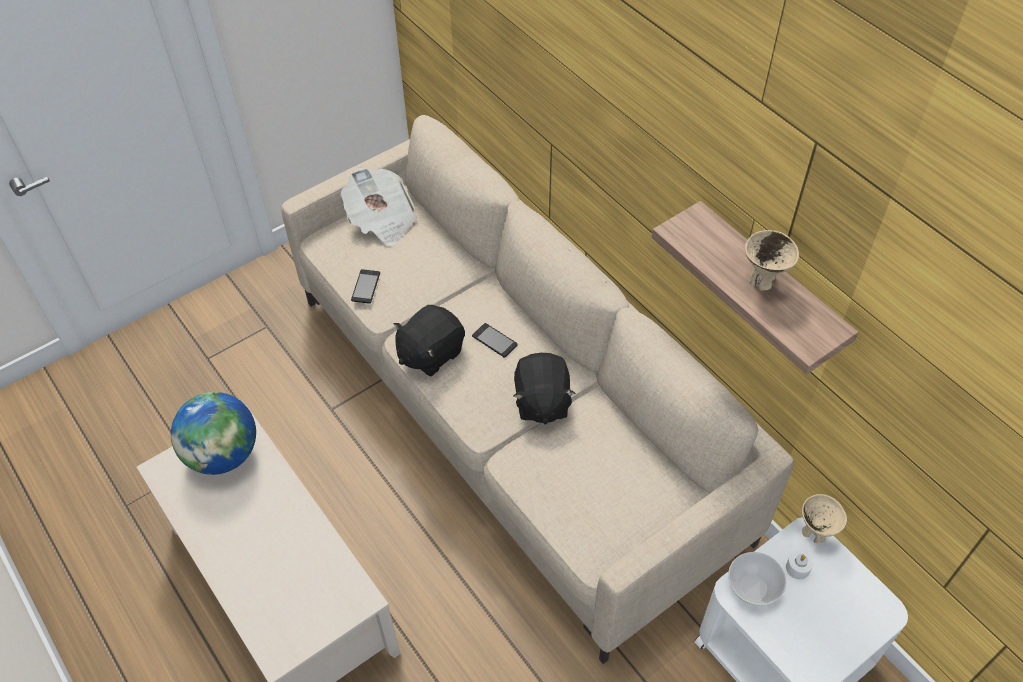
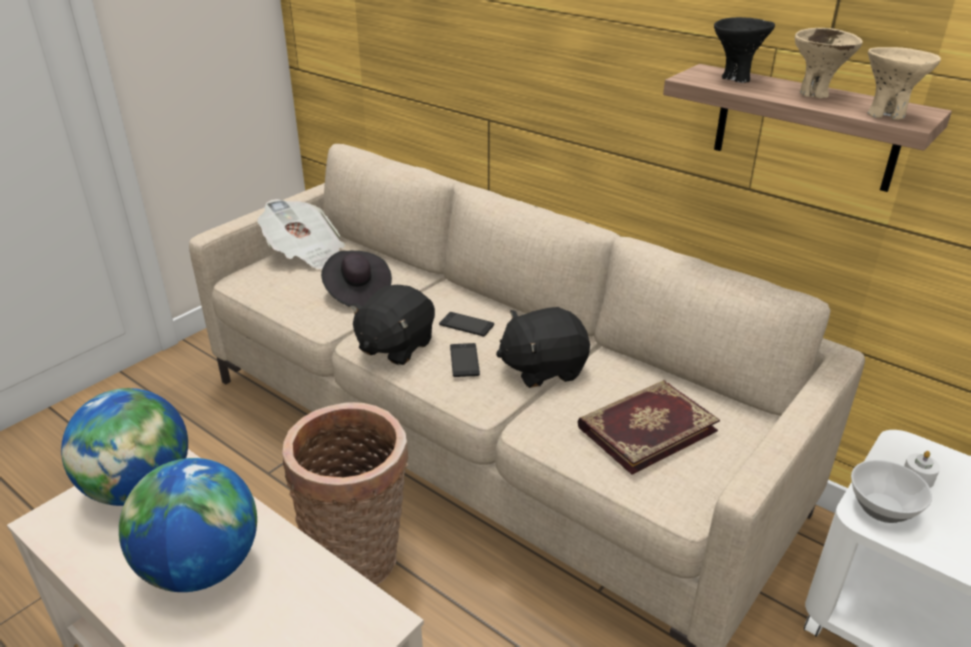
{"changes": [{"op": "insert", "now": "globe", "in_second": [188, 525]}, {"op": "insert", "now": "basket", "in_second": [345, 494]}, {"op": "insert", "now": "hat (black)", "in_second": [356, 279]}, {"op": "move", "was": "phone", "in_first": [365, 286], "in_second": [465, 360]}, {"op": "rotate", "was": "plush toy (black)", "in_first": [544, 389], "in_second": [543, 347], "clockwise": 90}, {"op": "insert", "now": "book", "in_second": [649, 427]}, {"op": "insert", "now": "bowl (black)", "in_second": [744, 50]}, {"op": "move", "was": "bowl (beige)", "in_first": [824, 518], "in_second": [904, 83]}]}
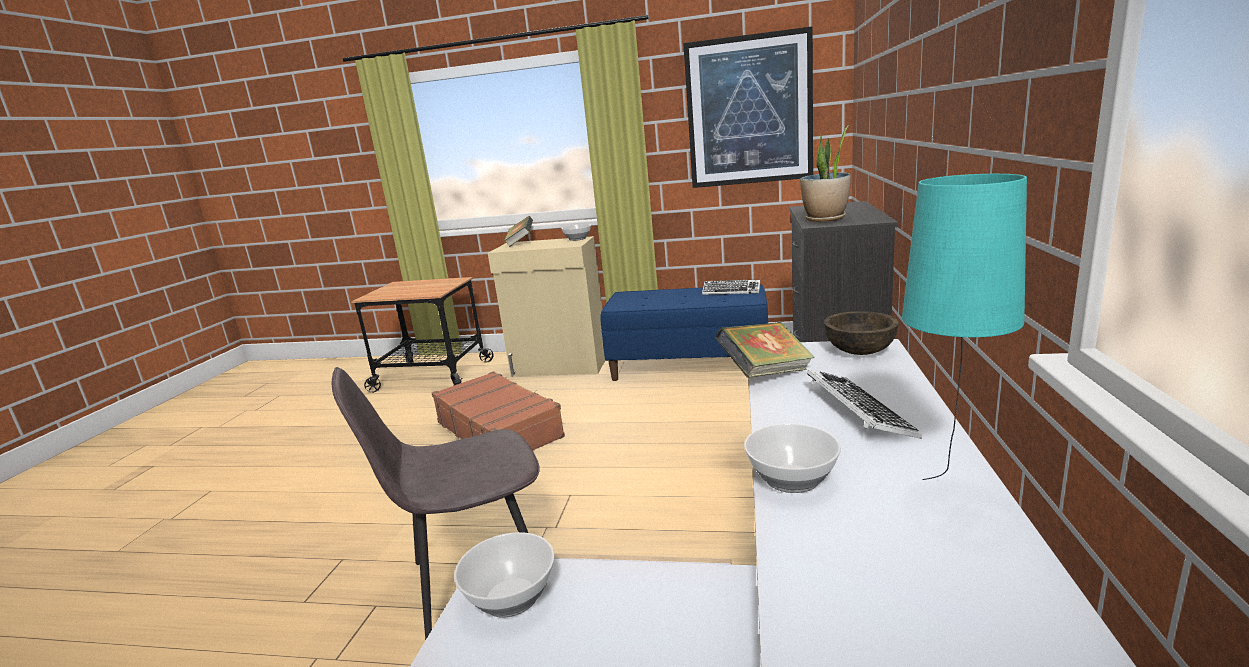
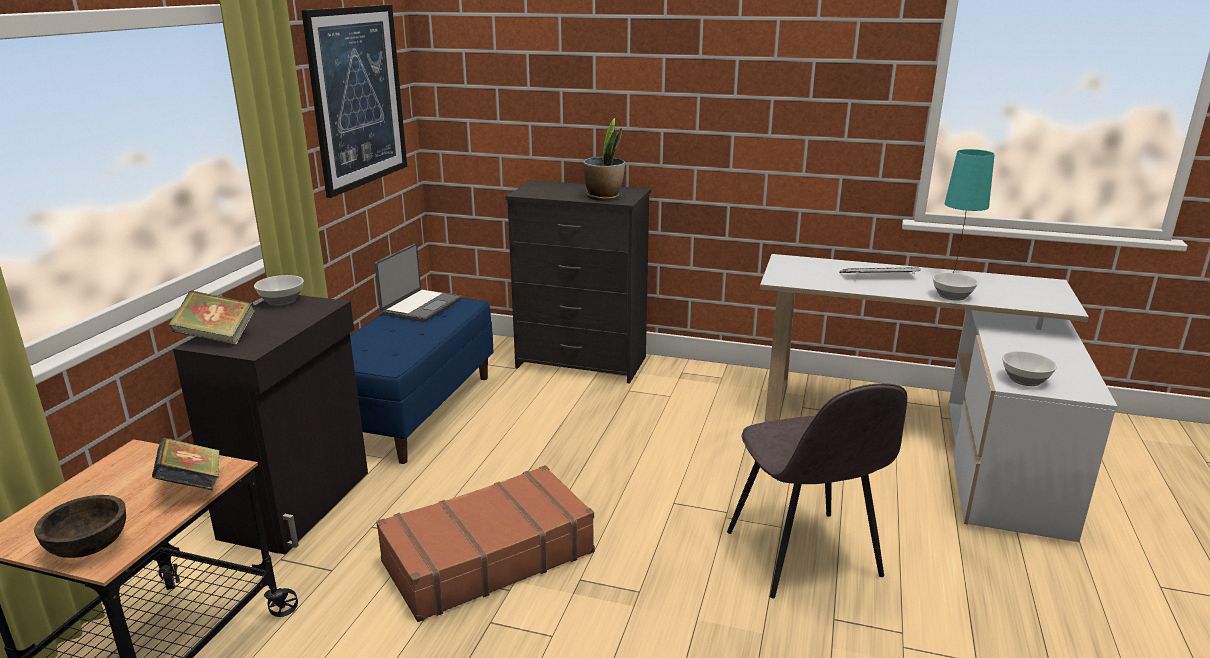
{"changes": [{"op": "move", "was": "bowl (brown)", "in_first": [861, 333], "in_second": [80, 526]}, {"op": "move", "was": "book", "in_first": [765, 350], "in_second": [185, 464]}, {"op": "recolor", "was": "cabinet (beige)", "now": "cabinet (black)", "in_first": [546, 306], "in_second": [270, 424]}, {"op": "replace", "was": "keyboard", "now": "laptop", "in_first": [731, 287], "in_second": [418, 283]}]}
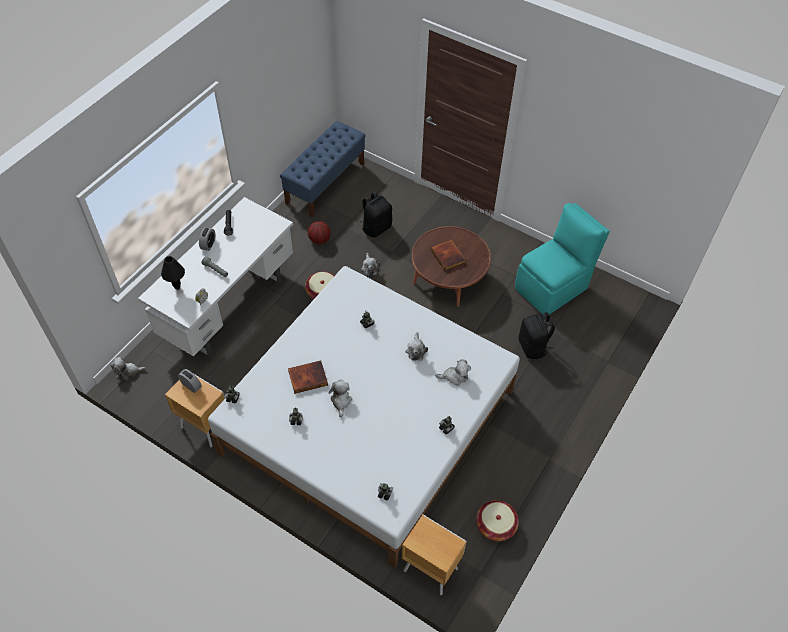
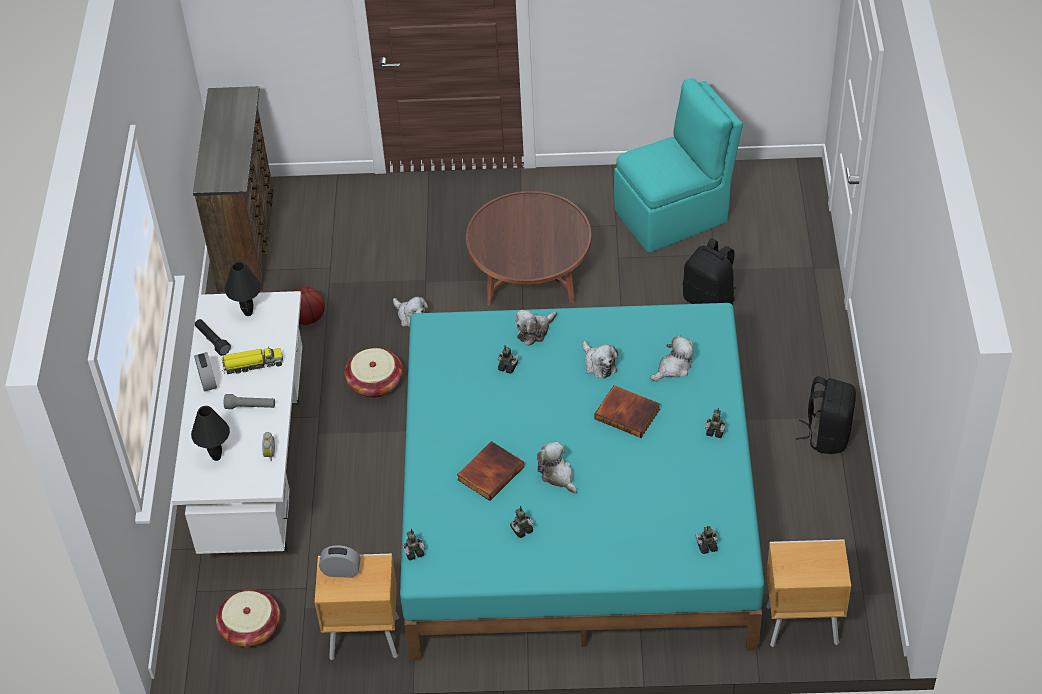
{"changes": [{"op": "replace", "was": "bench (blue)", "now": "dresser (brown)", "in_first": [323, 169], "in_second": [233, 189]}, {"op": "move", "was": "basket", "in_first": [497, 520], "in_second": [248, 618]}, {"op": "insert", "now": "toy truck", "in_second": [252, 360]}, {"op": "insert", "now": "table lamp (black)", "in_second": [243, 288]}, {"op": "recolor", "was": "bed (white)", "now": "bed (turquoise)", "in_first": [364, 417], "in_second": [582, 482]}, {"op": "move", "was": "plush toy", "in_first": [128, 368], "in_second": [536, 328]}, {"op": "move", "was": "book", "in_first": [448, 255], "in_second": [627, 411]}, {"op": "rotate", "was": "chair (turquoise)", "in_first": [562, 259], "in_second": [678, 165], "clockwise": 45}, {"op": "move", "was": "backpack (black)", "in_first": [376, 214], "in_second": [826, 415]}]}
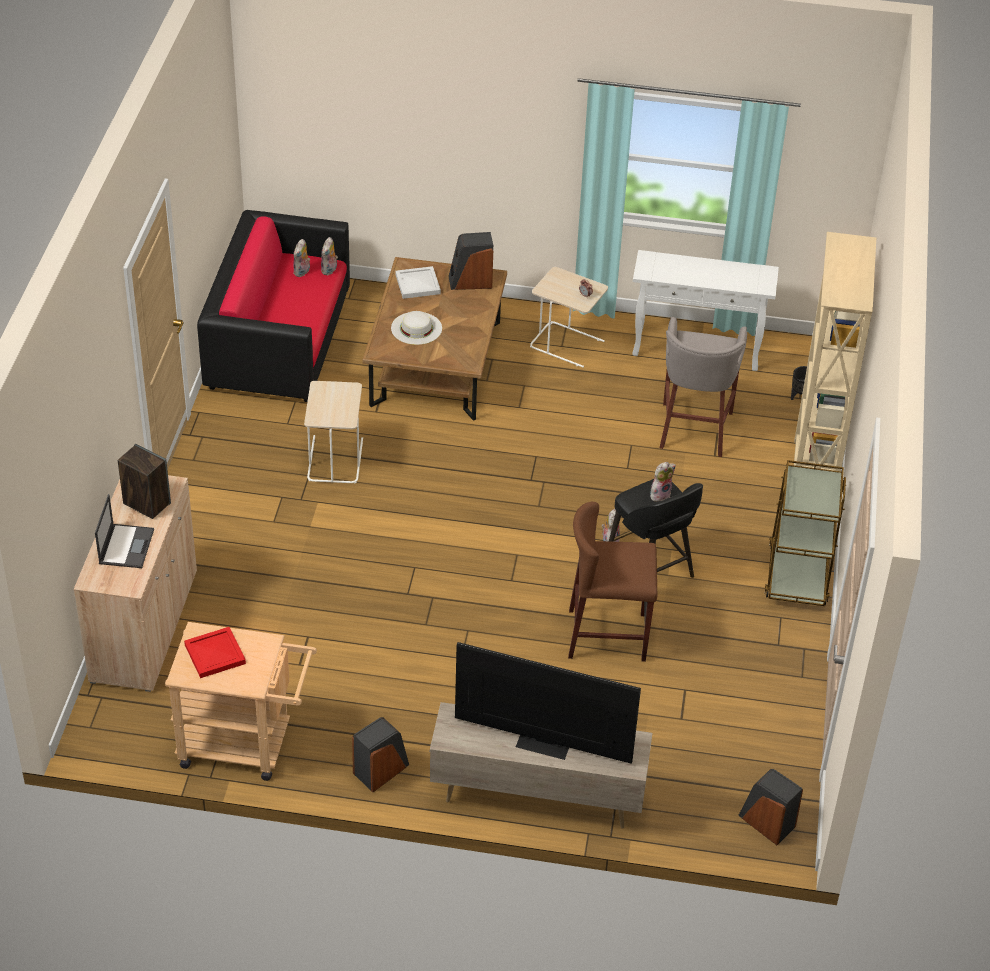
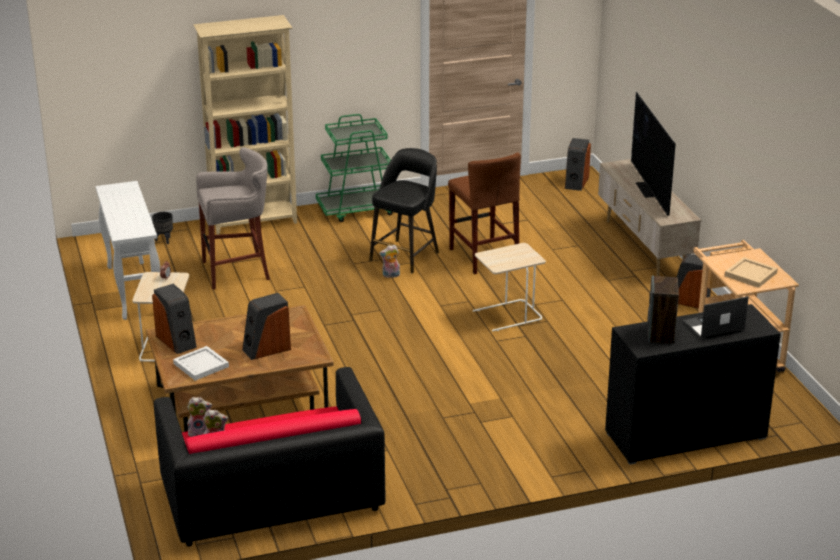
{"changes": [{"op": "replace", "was": "hat (white)", "now": "speaker", "in_first": [416, 328], "in_second": [266, 326]}, {"op": "recolor", "was": "cart (brown)", "now": "cart (green)", "in_first": [805, 533], "in_second": [354, 168]}, {"op": "move", "was": "side table (beige)", "in_first": [333, 432], "in_second": [509, 287]}, {"op": "recolor", "was": "cabinet (beige)", "now": "cabinet (black)", "in_first": [135, 583], "in_second": [693, 384]}, {"op": "recolor", "was": "tray (red)", "now": "tray (beige)", "in_first": [215, 652], "in_second": [751, 272]}, {"op": "delete", "was": "plush toy", "in_first": [663, 481]}]}
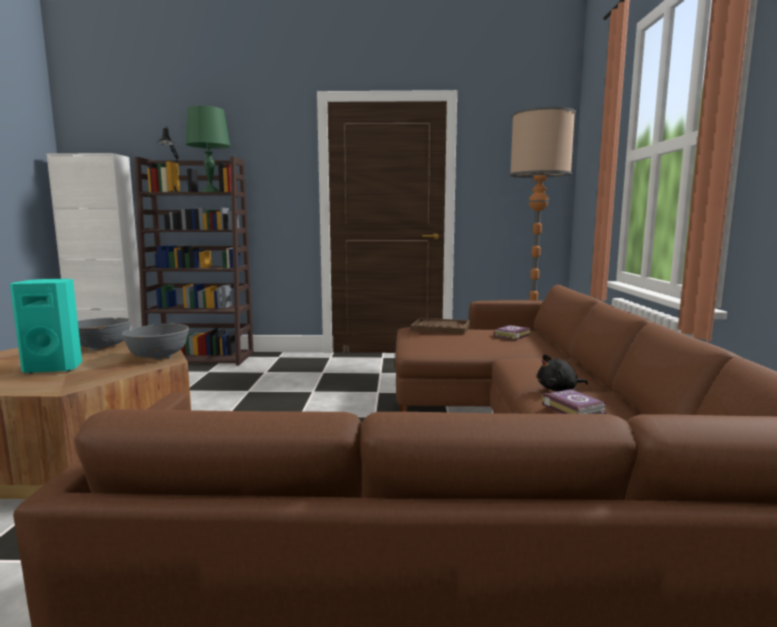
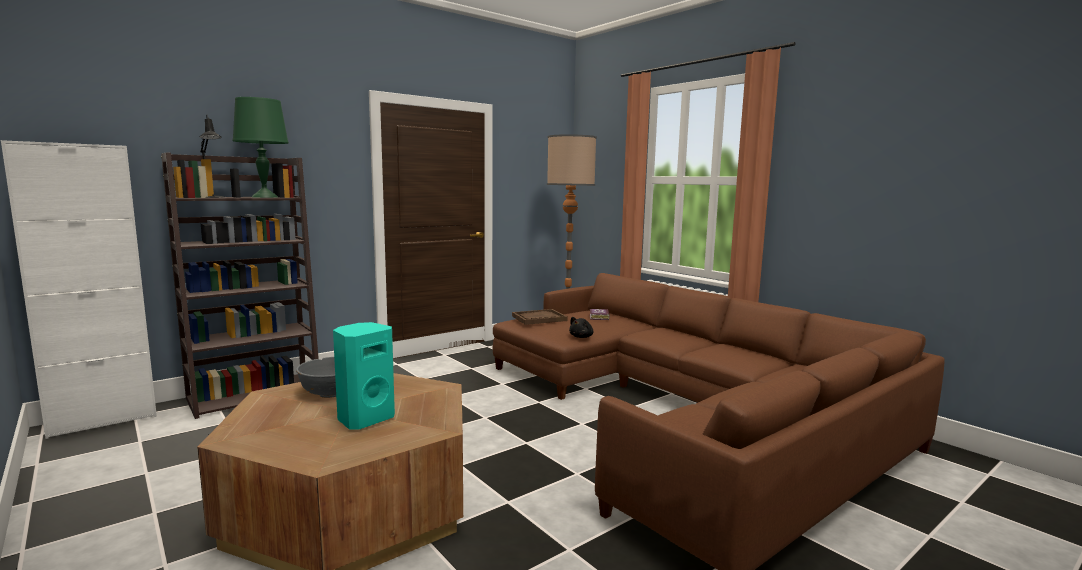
{"changes": [{"op": "move", "was": "plush toy (black)", "in_first": [562, 372], "in_second": [581, 327]}, {"op": "delete", "was": "bowl (grey)", "in_first": [155, 342]}, {"op": "delete", "was": "book", "in_first": [574, 401]}]}
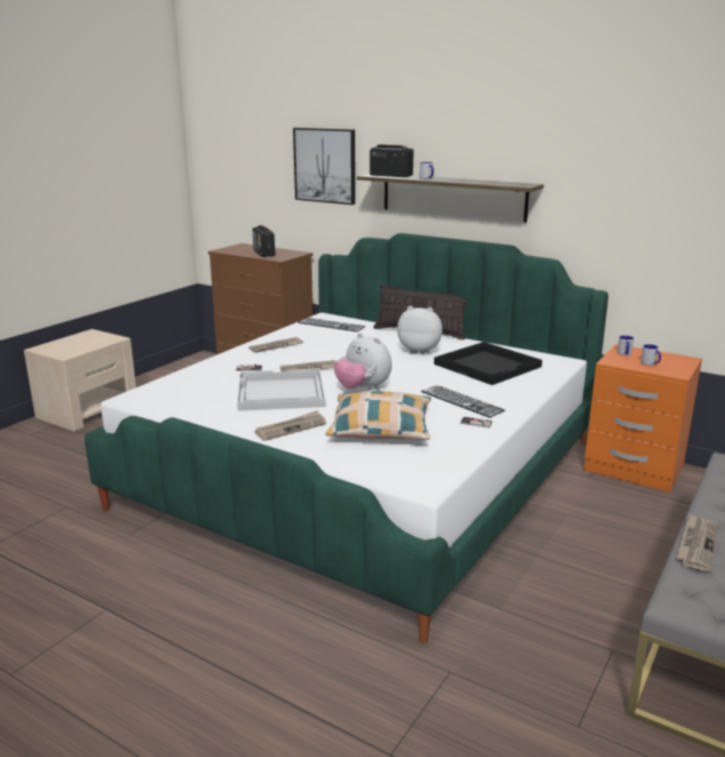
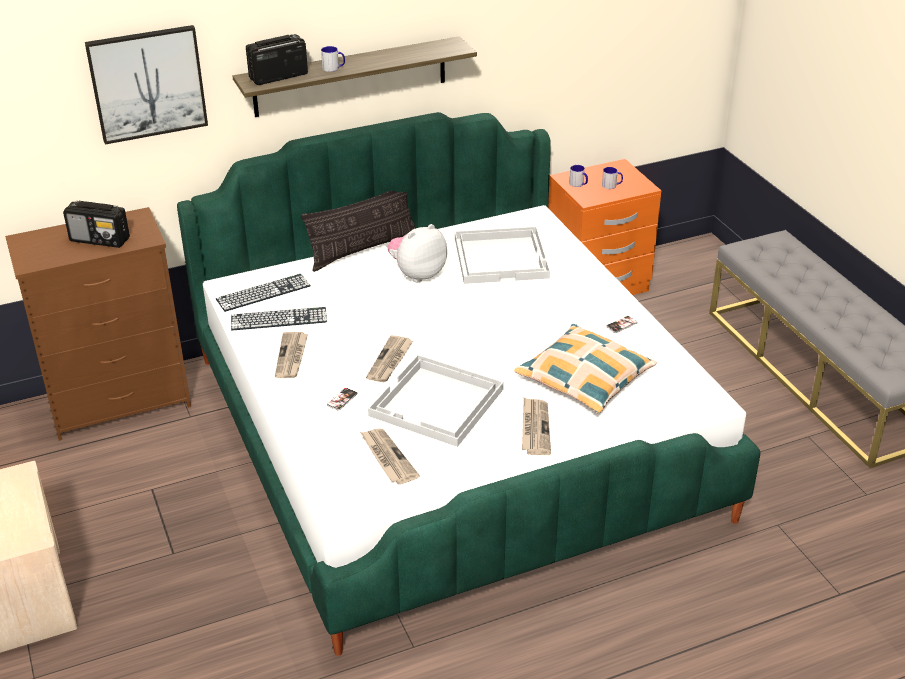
{"changes": [{"op": "move", "was": "keyboard", "in_first": [463, 401], "in_second": [279, 319]}, {"op": "move", "was": "newspaper", "in_first": [696, 542], "in_second": [390, 456]}, {"op": "recolor", "was": "tray (black)", "now": "tray (white)", "in_first": [488, 363], "in_second": [503, 255]}, {"op": "delete", "was": "plush toy", "in_first": [363, 361]}]}
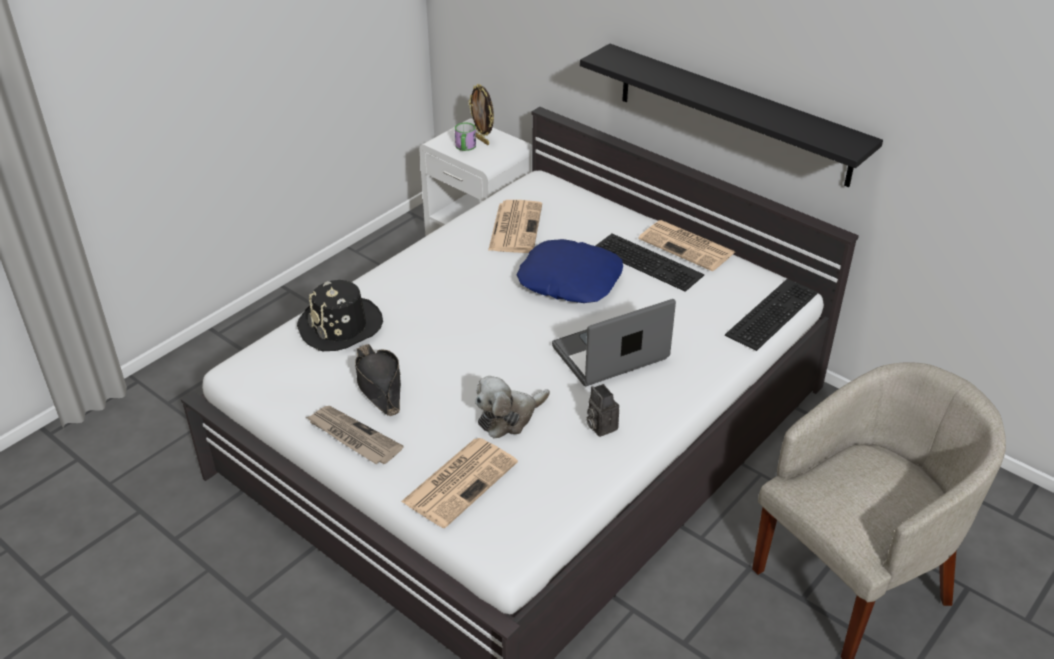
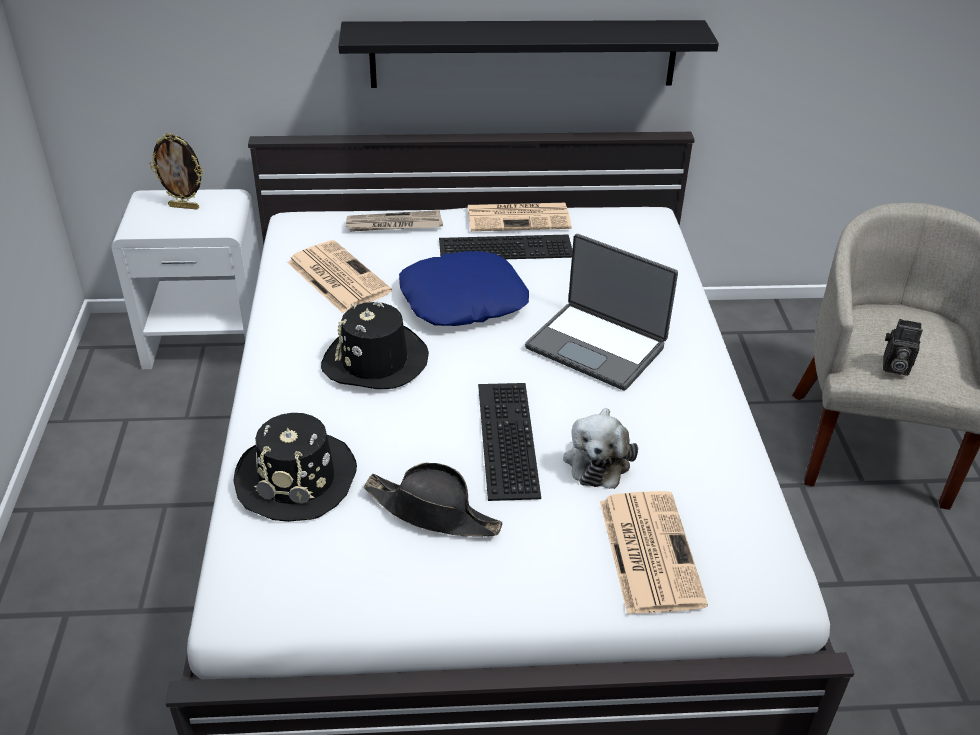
{"changes": [{"op": "insert", "now": "hat (black)", "in_second": [375, 345]}, {"op": "move", "was": "newspaper", "in_first": [354, 435], "in_second": [394, 221]}, {"op": "move", "was": "keyboard", "in_first": [771, 315], "in_second": [509, 442]}, {"op": "rotate", "was": "laptop", "in_first": [614, 342], "in_second": [601, 312], "clockwise": -75}, {"op": "move", "was": "photo camera", "in_first": [602, 410], "in_second": [903, 347]}, {"op": "delete", "was": "mug", "in_first": [465, 136]}]}
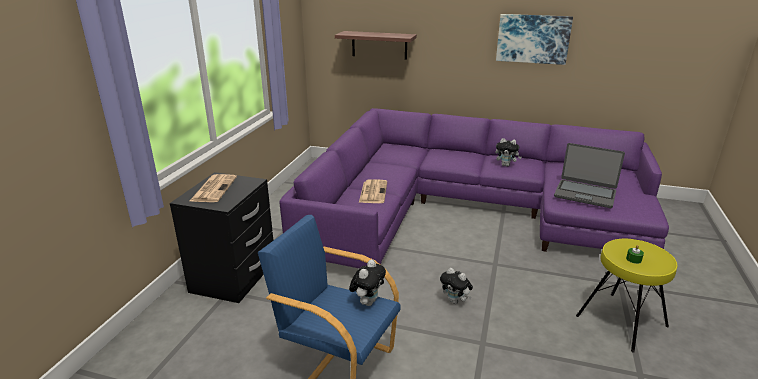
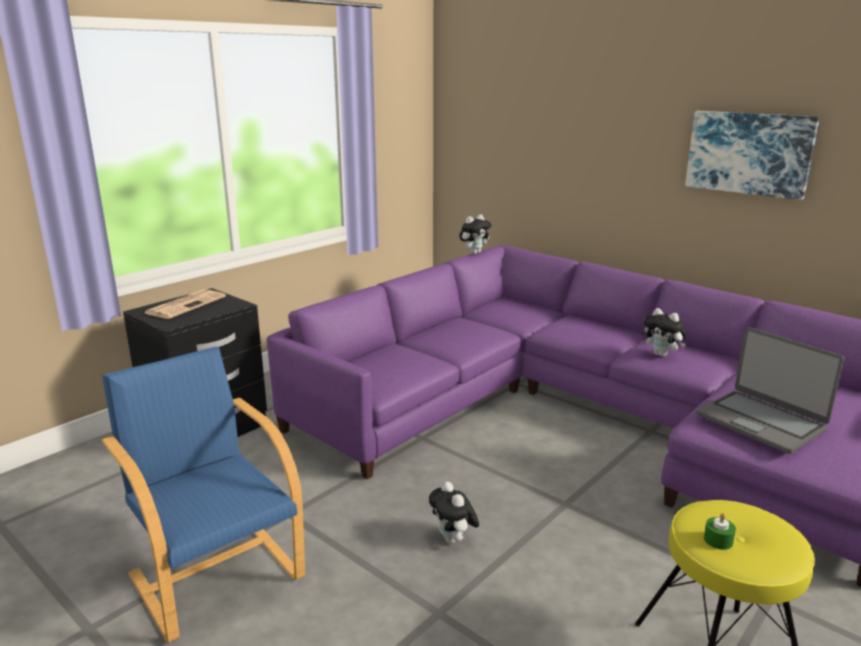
{"changes": [{"op": "move", "was": "plush toy", "in_first": [367, 283], "in_second": [475, 234]}, {"op": "delete", "was": "shelf", "in_first": [376, 45]}, {"op": "delete", "was": "newspaper", "in_first": [373, 191]}]}
